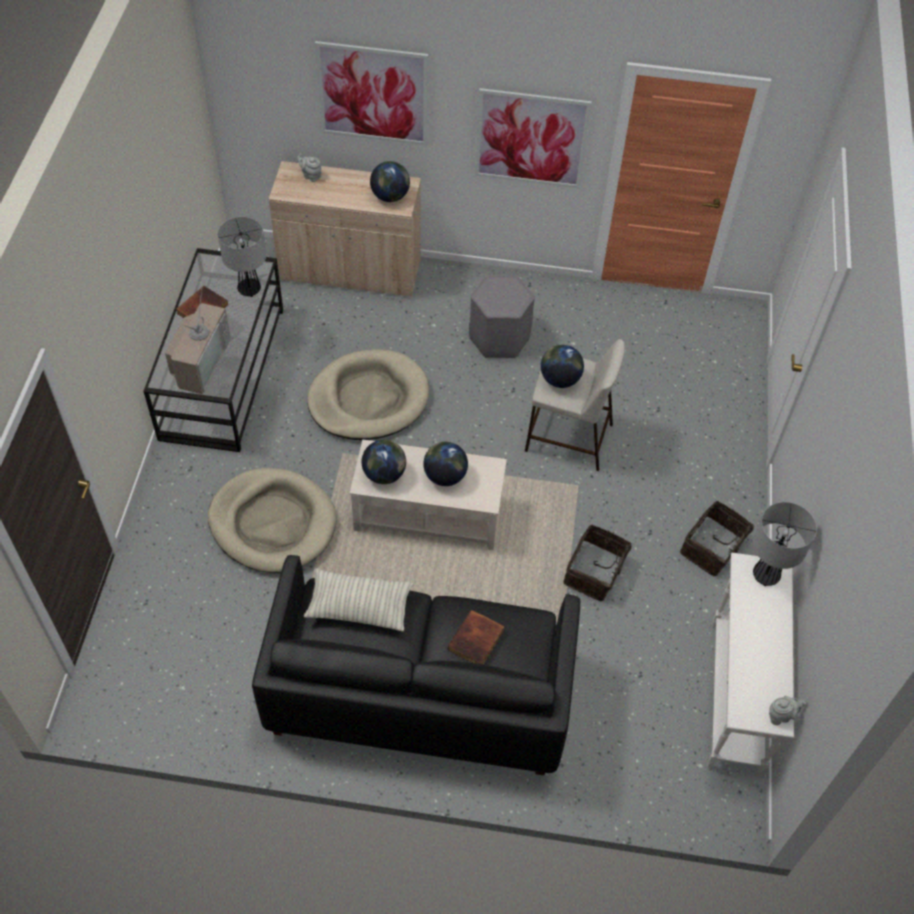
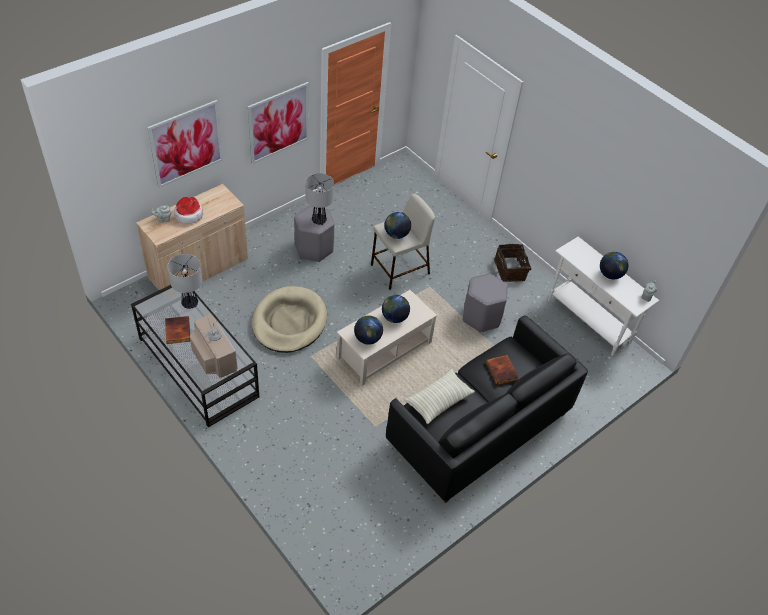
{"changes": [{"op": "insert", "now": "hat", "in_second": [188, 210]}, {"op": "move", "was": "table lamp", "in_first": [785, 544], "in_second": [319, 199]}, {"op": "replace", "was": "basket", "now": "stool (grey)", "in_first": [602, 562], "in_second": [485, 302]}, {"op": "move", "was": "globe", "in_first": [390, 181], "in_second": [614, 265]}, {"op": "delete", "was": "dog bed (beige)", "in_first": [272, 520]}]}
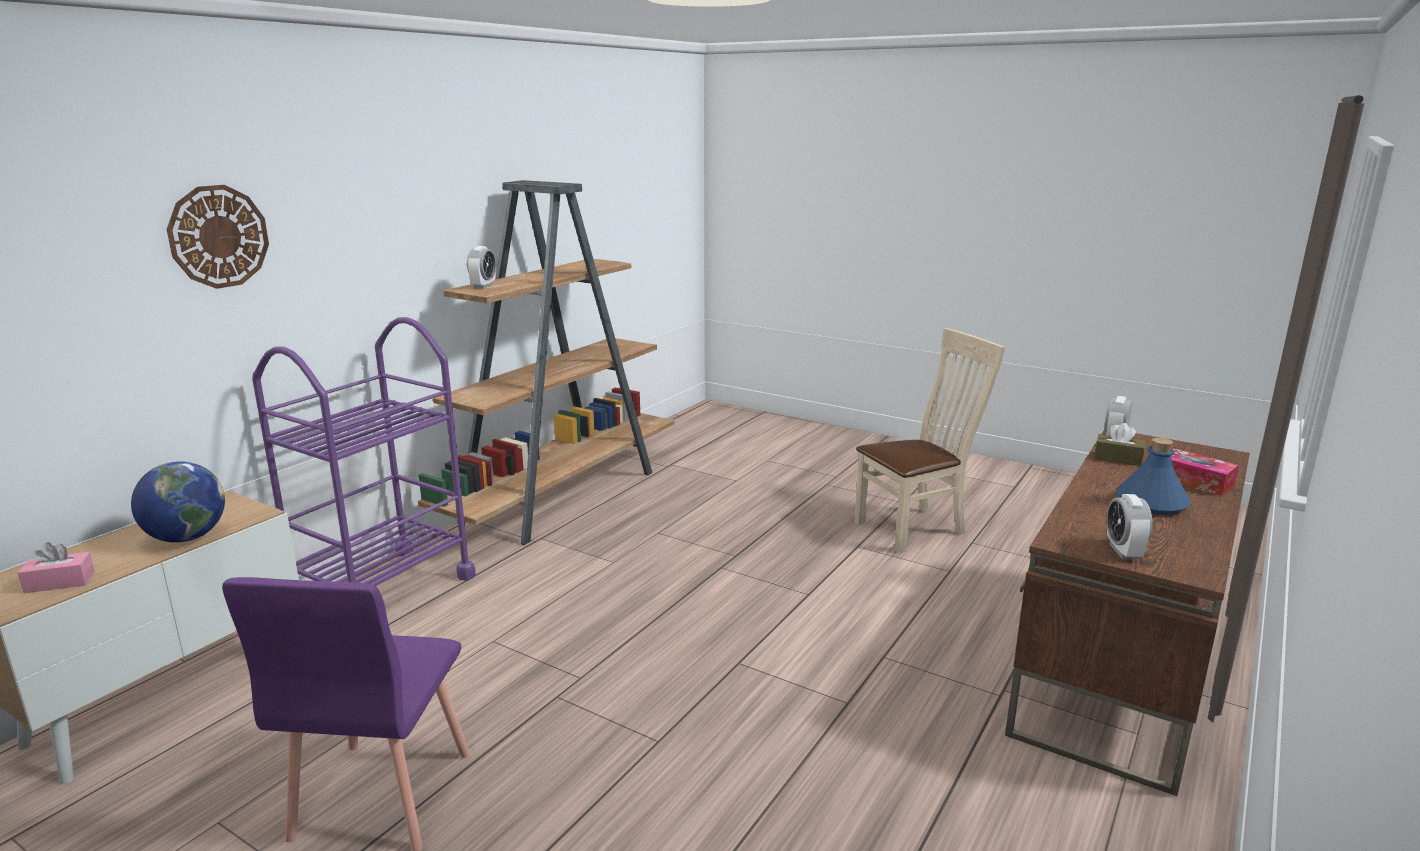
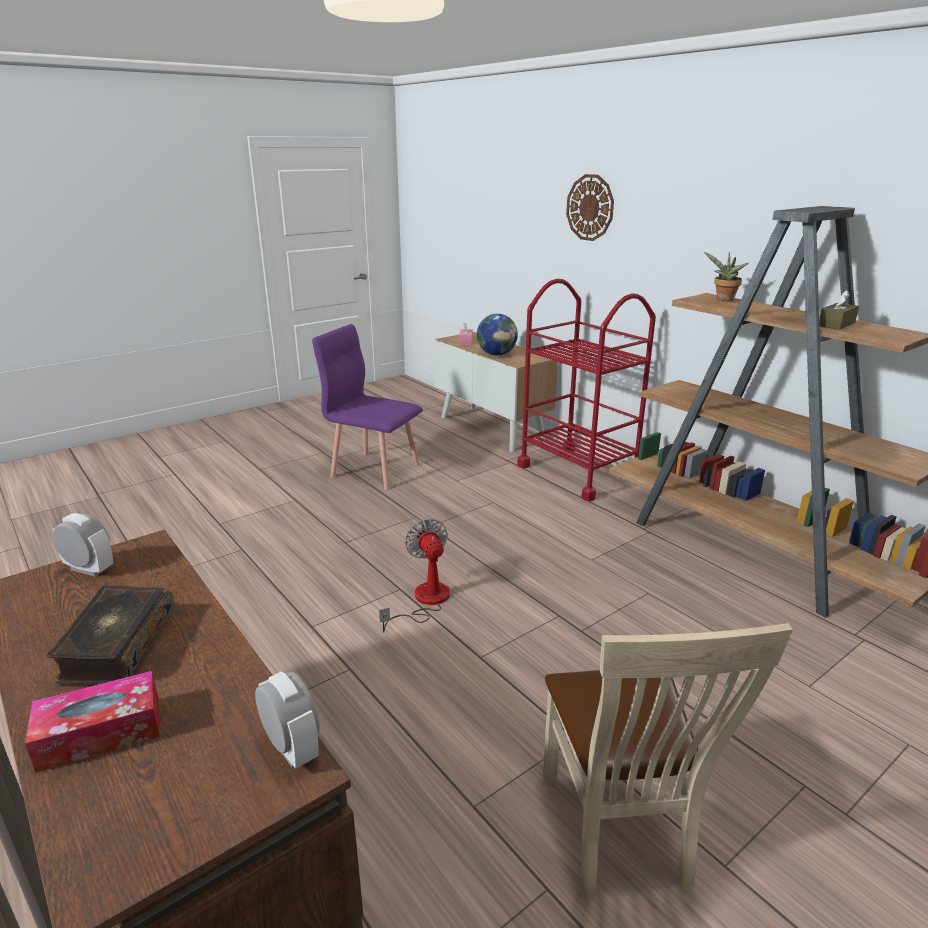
{"changes": [{"op": "replace", "was": "bottle (blue)", "now": "book", "in_first": [1153, 476], "in_second": [110, 634]}, {"op": "insert", "now": "fan", "in_second": [414, 576]}, {"op": "recolor", "was": "cart (purple)", "now": "cart (red)", "in_first": [364, 451], "in_second": [586, 390]}, {"op": "replace", "was": "alarm clock", "now": "potted plant", "in_first": [481, 267], "in_second": [726, 276]}, {"op": "move", "was": "tissue box (brown)", "in_first": [1119, 444], "in_second": [839, 310]}]}
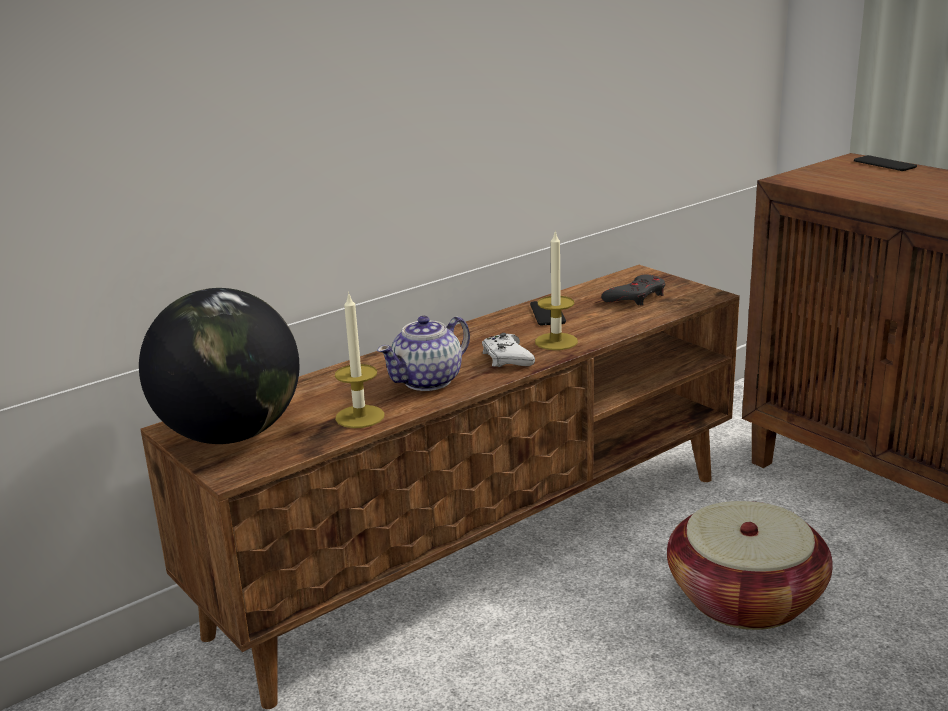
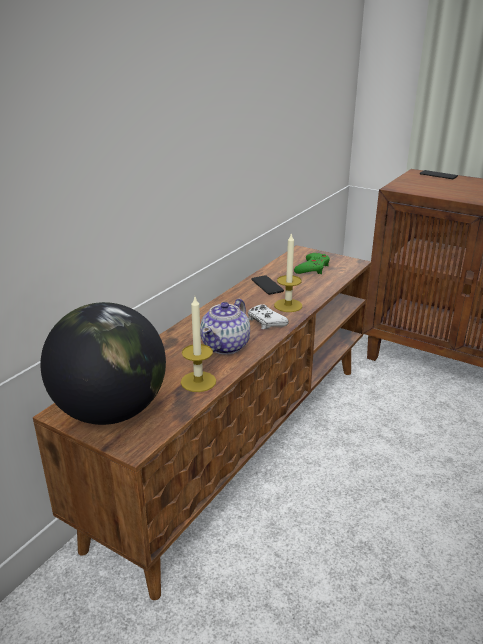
{"changes": [{"op": "recolor", "was": "game controller (grey)", "now": "game controller (green)", "in_first": [633, 290], "in_second": [312, 263]}, {"op": "delete", "was": "basket", "in_first": [750, 565]}]}
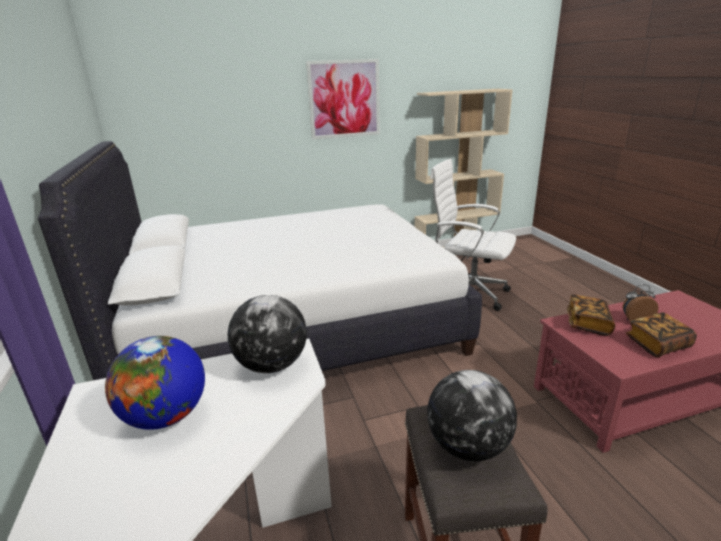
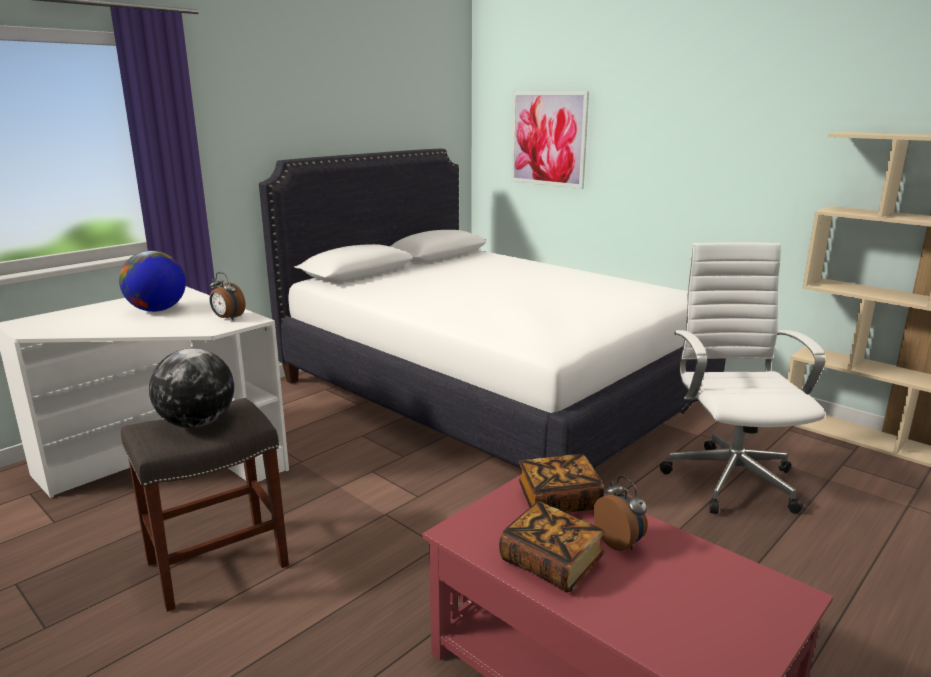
{"changes": [{"op": "replace", "was": "globe", "now": "alarm clock", "in_first": [267, 334], "in_second": [227, 296]}, {"op": "move", "was": "picture", "in_first": [343, 99], "in_second": [550, 140]}]}
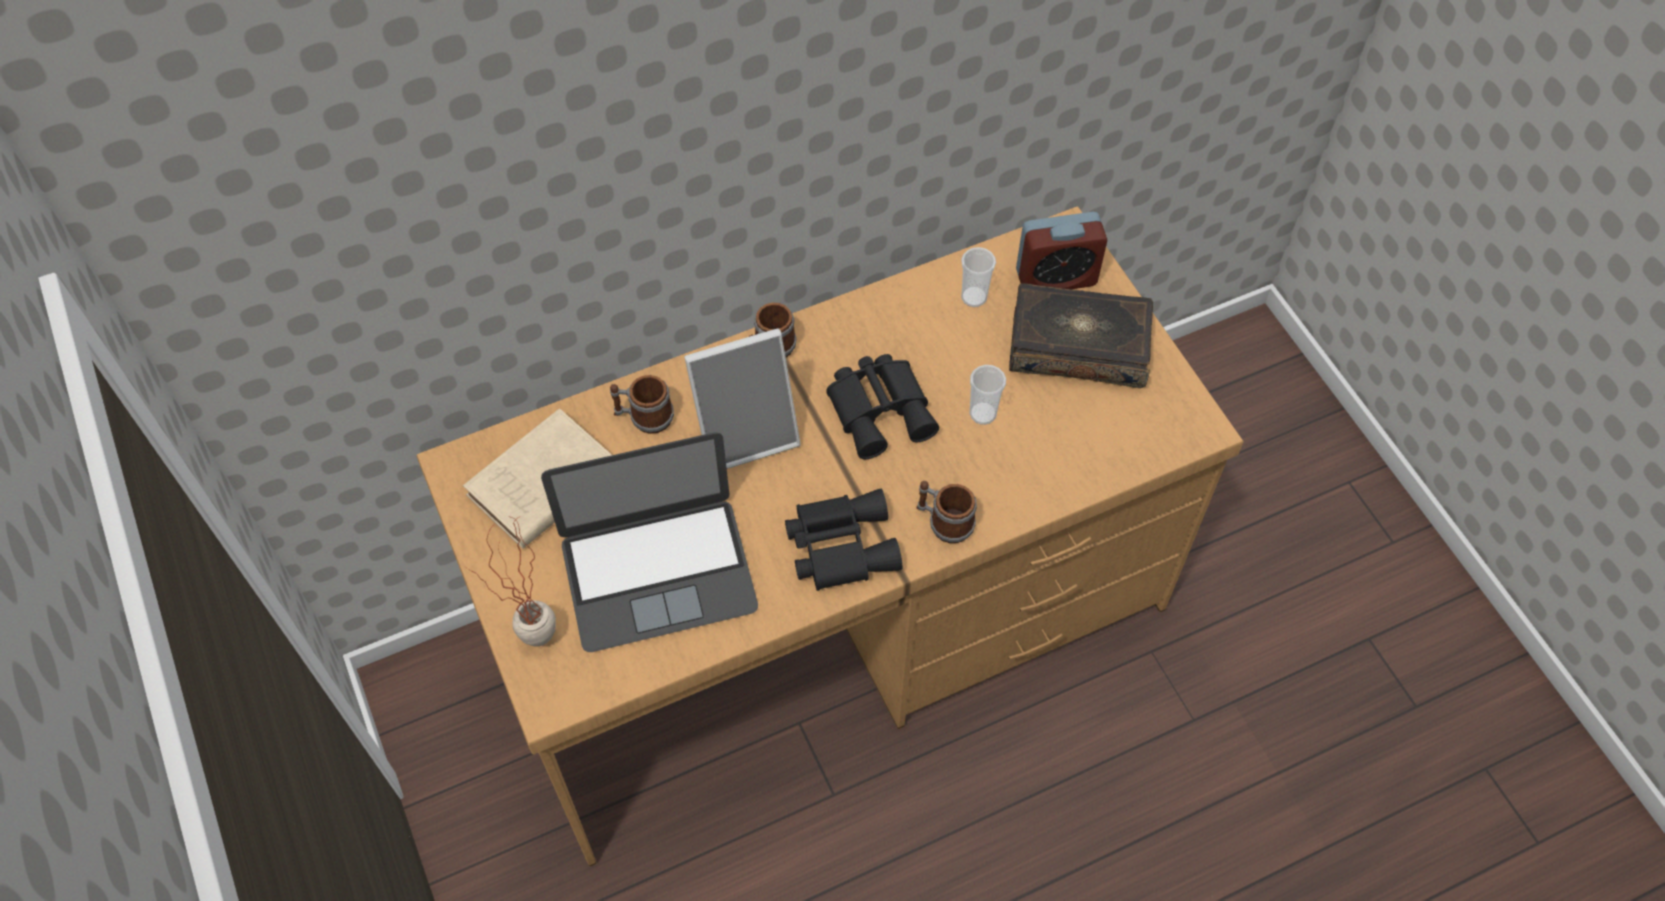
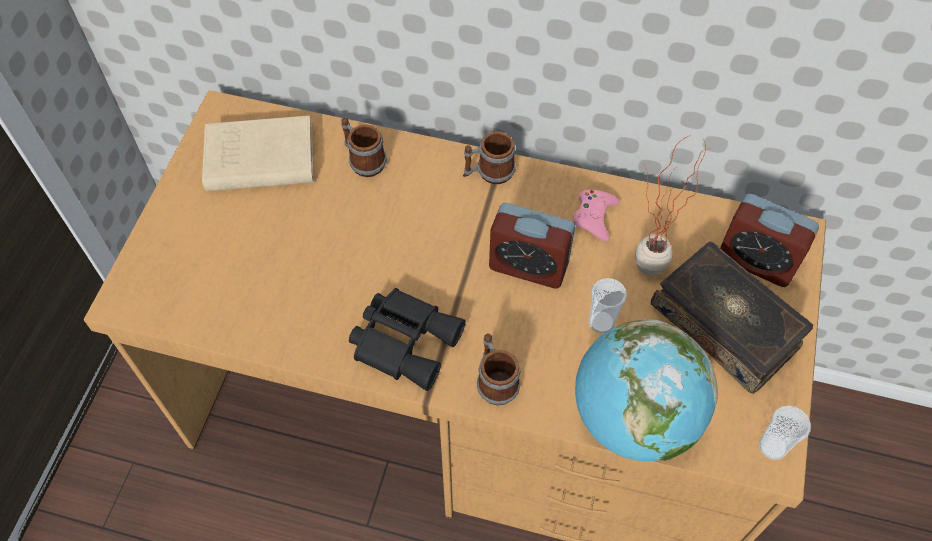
{"changes": [{"op": "replace", "was": "binoculars (black)", "now": "alarm clock", "in_first": [882, 406], "in_second": [532, 246]}, {"op": "insert", "now": "game controller (pink)", "in_second": [596, 215]}, {"op": "insert", "now": "globe", "in_second": [646, 390]}, {"op": "move", "was": "potted plant", "in_first": [511, 581], "in_second": [673, 206]}, {"op": "move", "was": "cup", "in_first": [978, 277], "in_second": [785, 432]}, {"op": "delete", "was": "laptop", "in_first": [649, 542]}, {"op": "delete", "was": "picture frame", "in_first": [742, 398]}]}
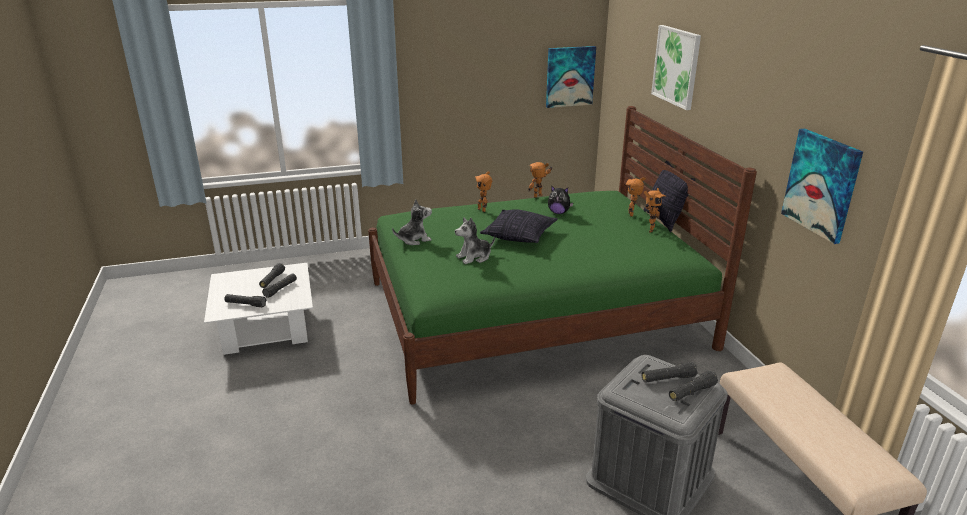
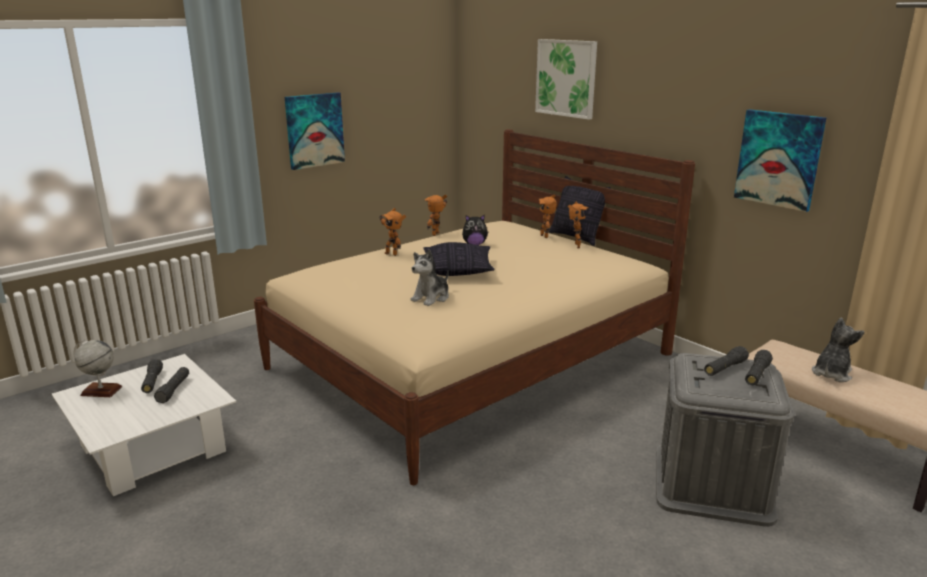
{"changes": [{"op": "insert", "now": "globe", "in_second": [97, 368]}, {"op": "recolor", "was": "bed (green)", "now": "bed (beige)", "in_first": [562, 255], "in_second": [474, 307]}, {"op": "move", "was": "picture", "in_first": [571, 77], "in_second": [315, 131]}, {"op": "move", "was": "plush toy", "in_first": [412, 222], "in_second": [838, 350]}, {"op": "delete", "was": "flashlight (black)", "in_first": [245, 300]}]}
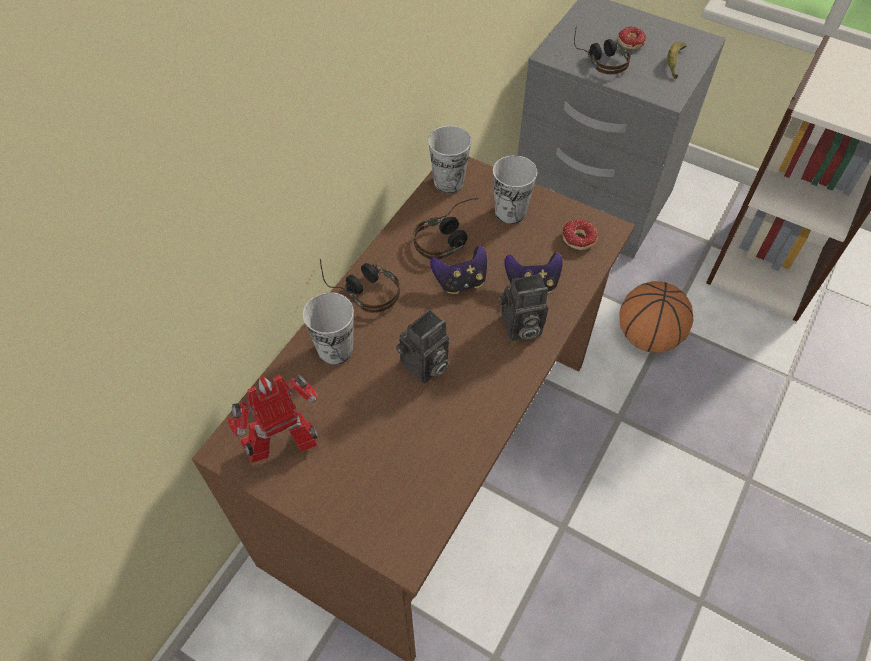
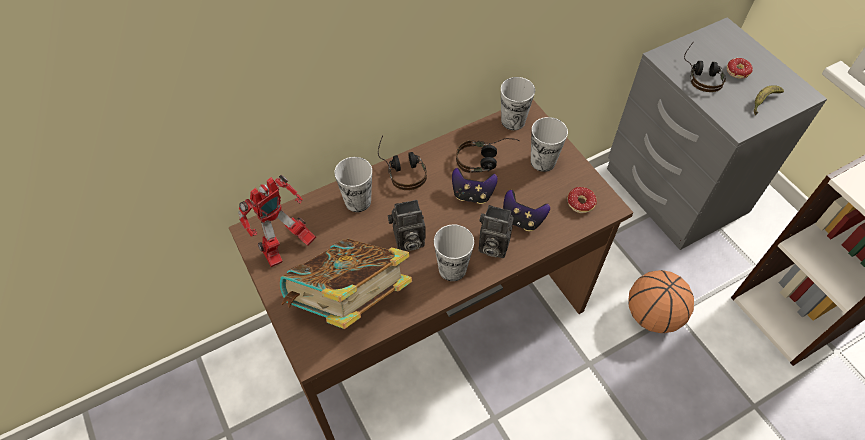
{"changes": [{"op": "rotate", "was": "toy robot", "in_first": [273, 418], "in_second": [277, 221], "clockwise": 135}, {"op": "insert", "now": "book", "in_second": [346, 284]}, {"op": "insert", "now": "cup", "in_second": [454, 252]}]}
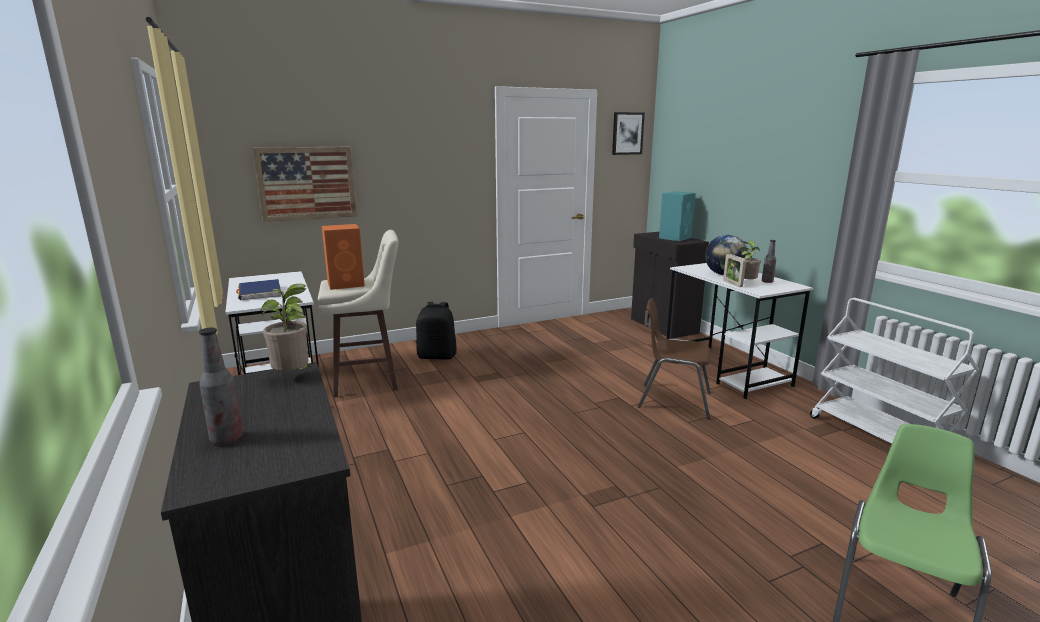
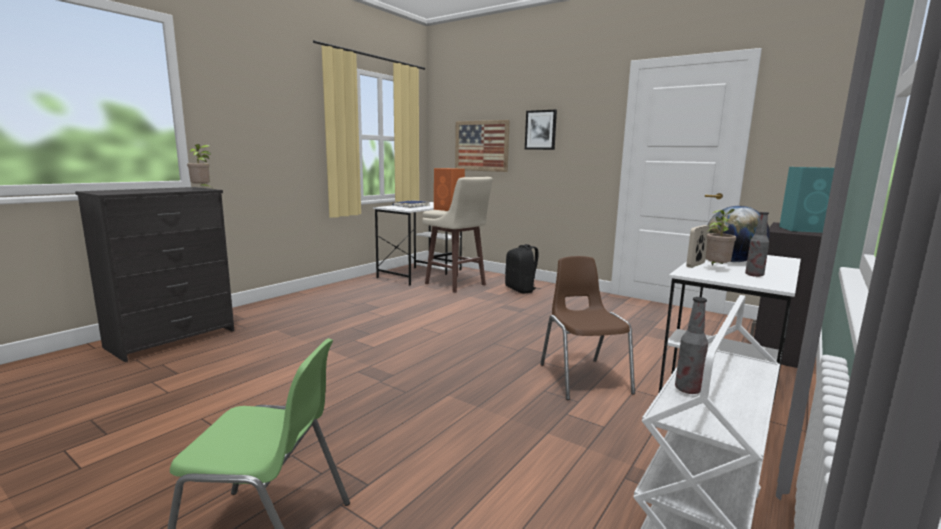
{"changes": [{"op": "move", "was": "picture", "in_first": [628, 133], "in_second": [541, 130]}, {"op": "move", "was": "bottle", "in_first": [221, 386], "in_second": [691, 345]}]}
